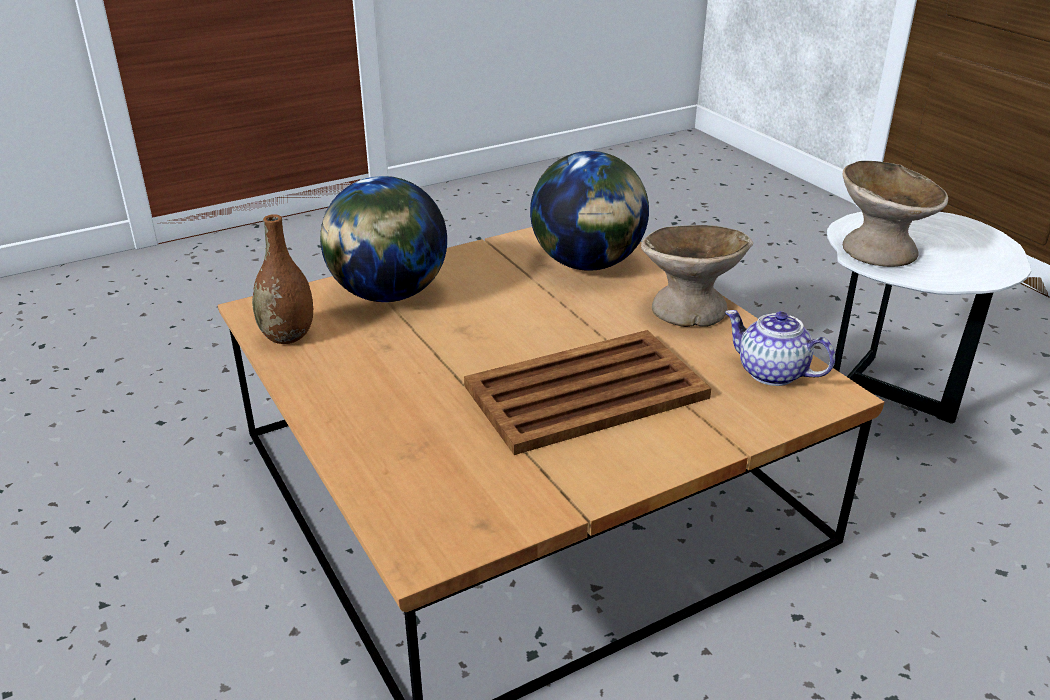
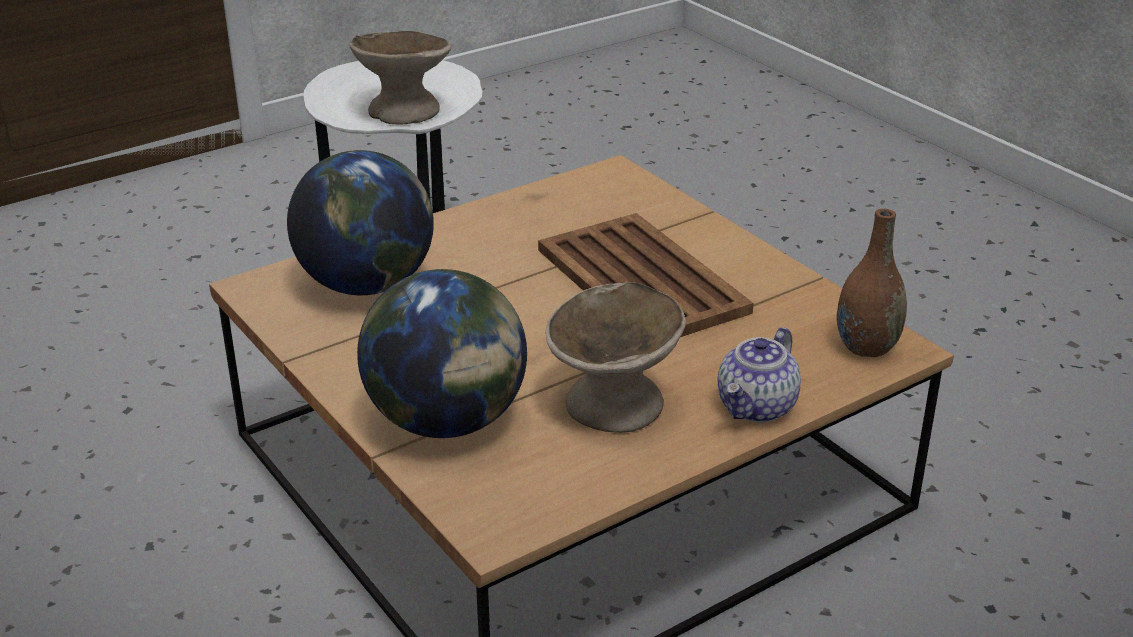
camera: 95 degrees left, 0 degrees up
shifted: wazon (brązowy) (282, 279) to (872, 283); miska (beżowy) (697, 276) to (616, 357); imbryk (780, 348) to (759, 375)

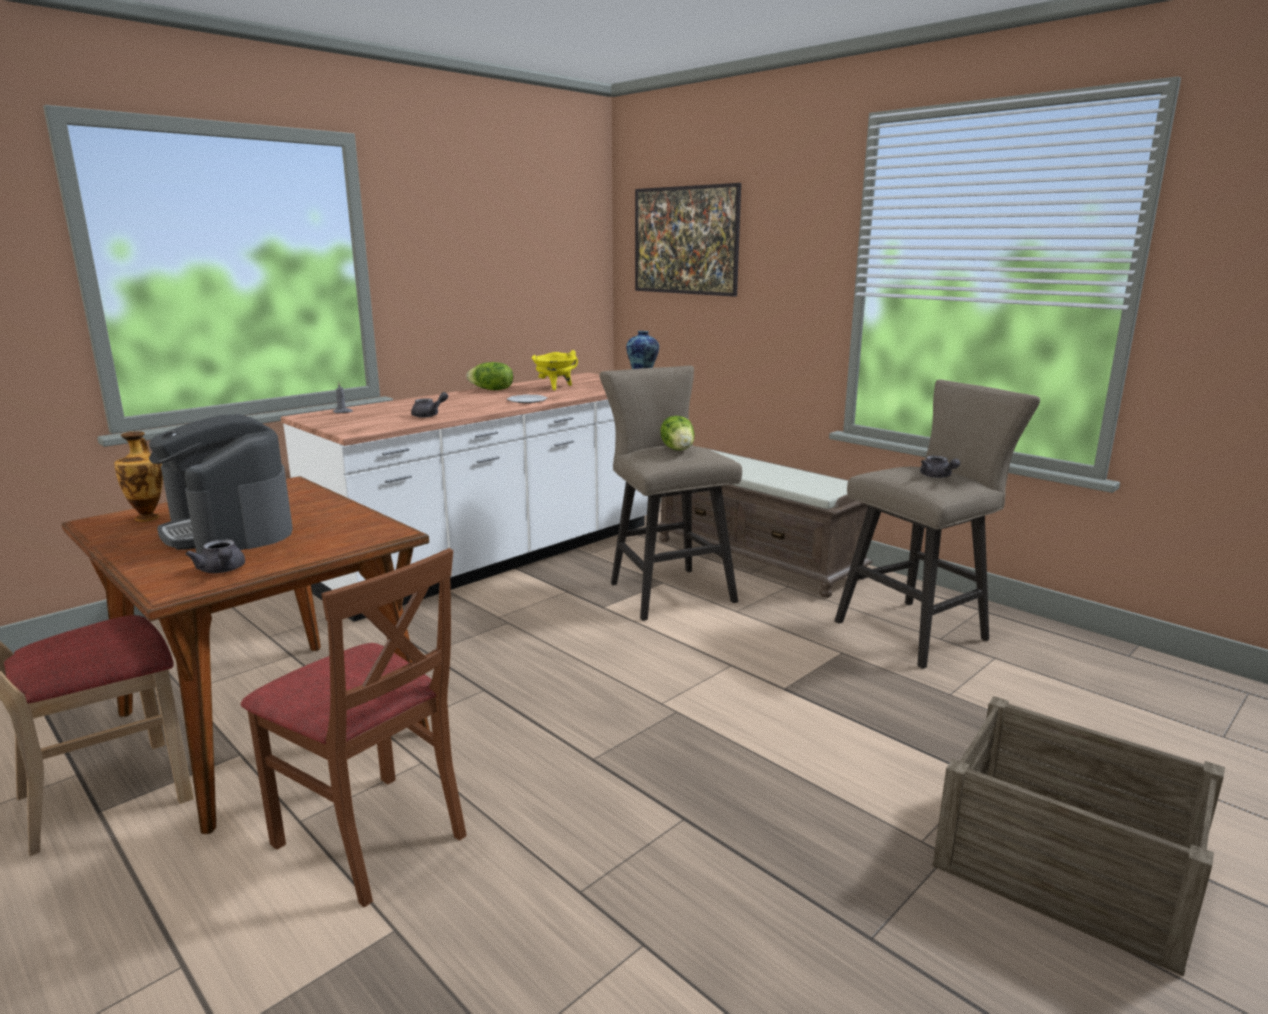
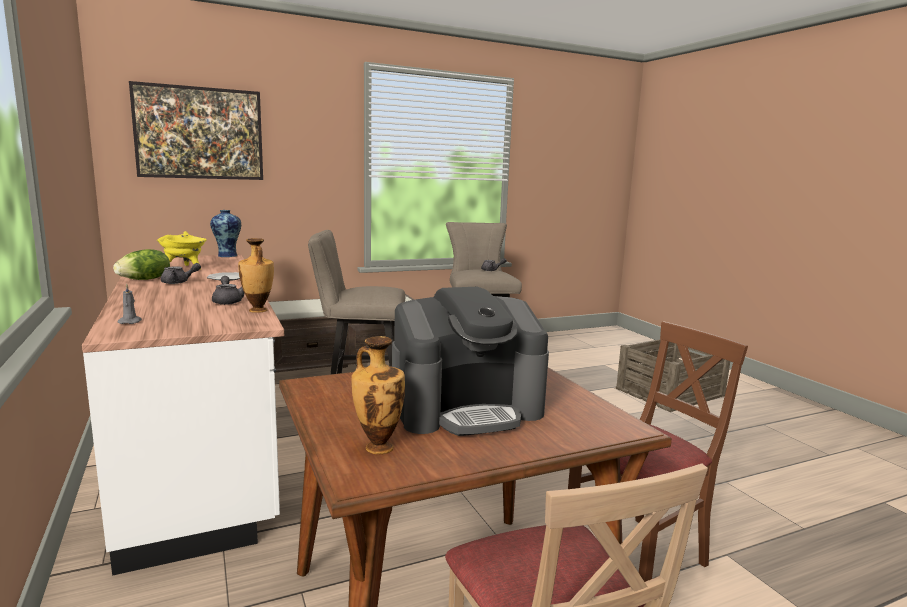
camera: 70 degrees left, 5 degrees down
gone: sałata (677, 433)
new: wazon (256, 275)
shifted: imbryk (szary) (215, 556) to (180, 273)

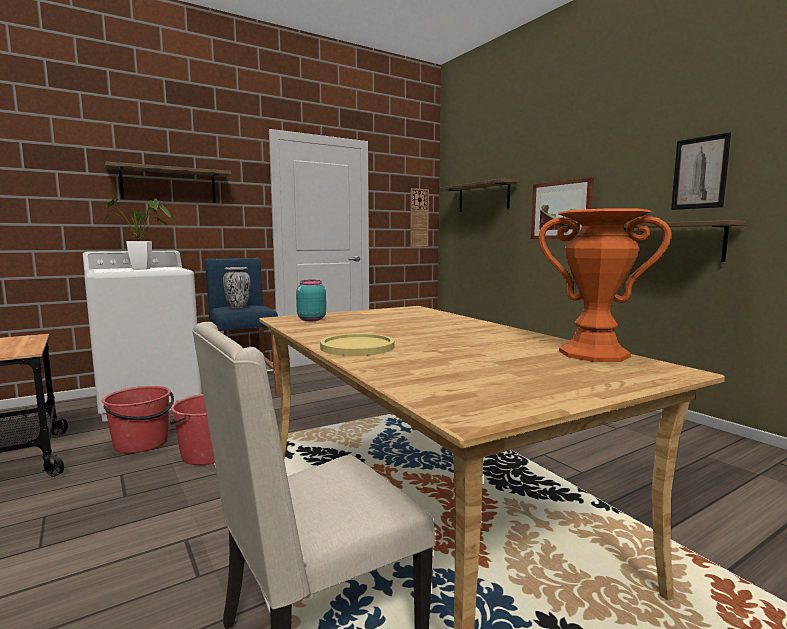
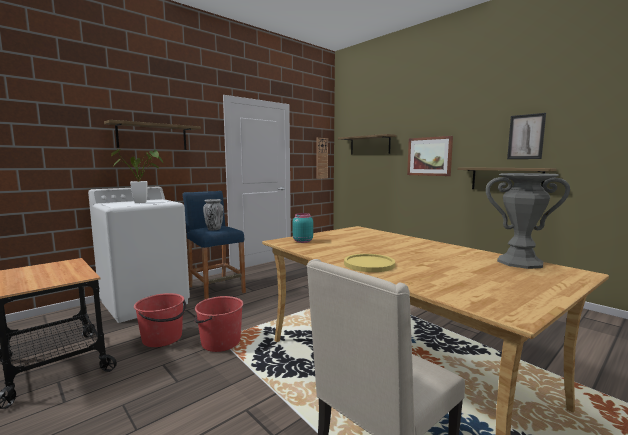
camera: 10 degrees left, 0 degrees up
repainted: wazon (pomarańczowy) (605, 285) to wazon (szary) (528, 221)

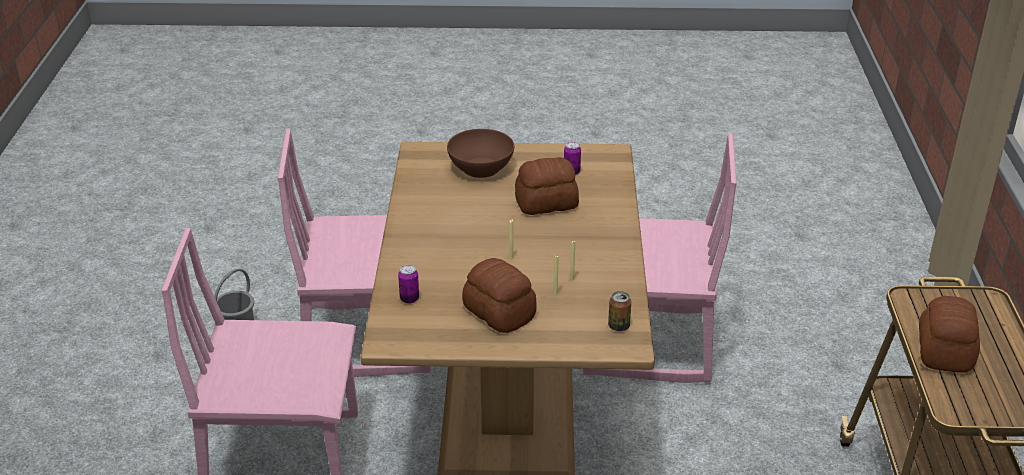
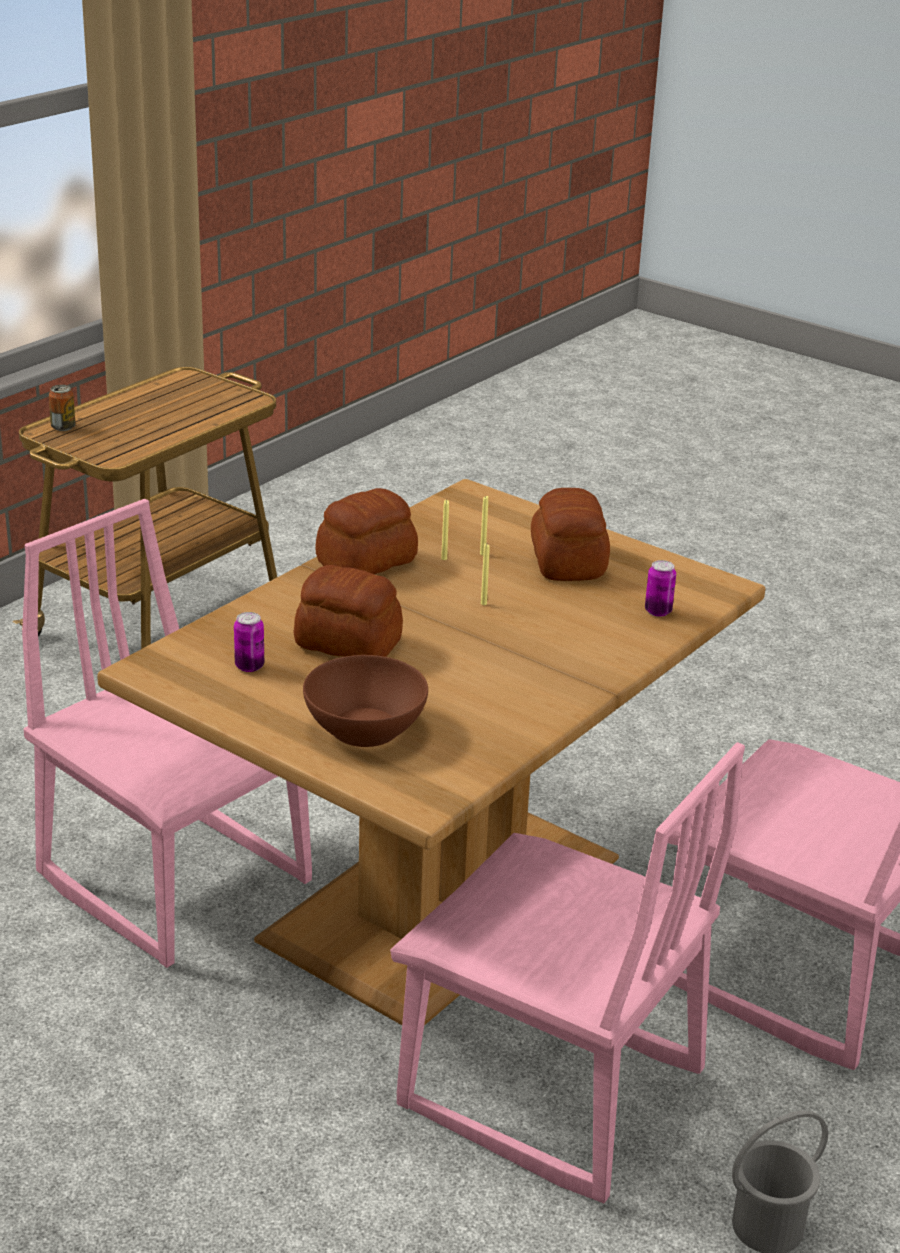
camera: 145 degrees left, 5 degrees down
shifted: puszka (619, 311) to (62, 408); chleb (949, 334) to (366, 531)

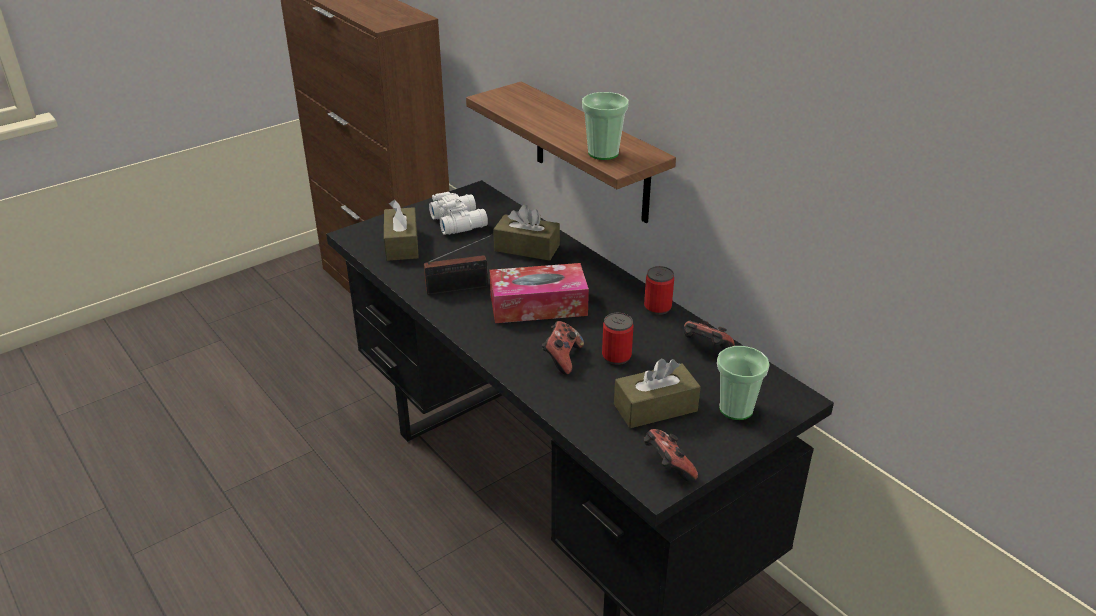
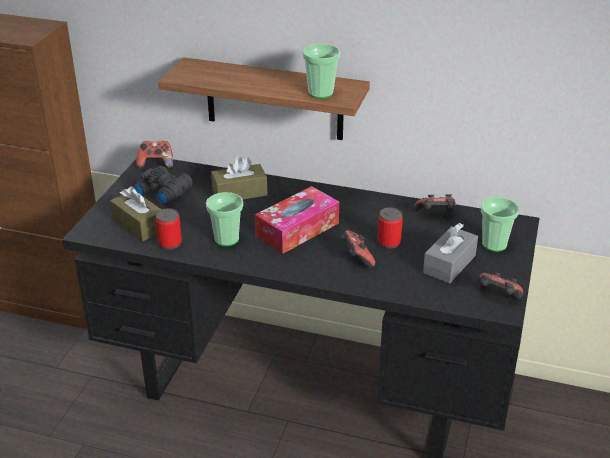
camera: 35 degrees left, 0 degrees up
new: pad do gier (154, 154)
shifted: puszka (659, 290) to (169, 229)
swapped: radio (458, 265) to filiżanka (224, 219)
repainted: lornetka (biały) (458, 213) to lornetka (czarny) (162, 185); pudełko chusteczek (brązowy) (657, 393) to pudełko chusteczek (szary) (450, 253)

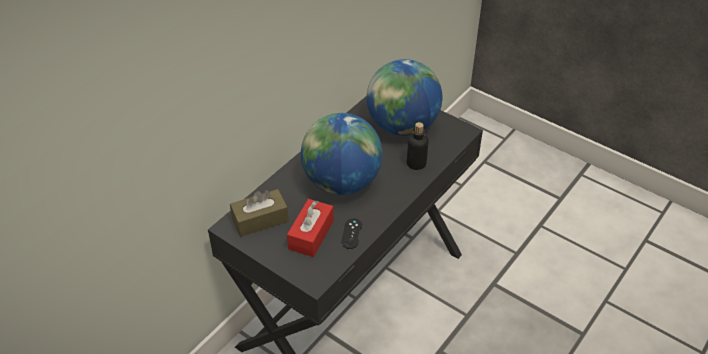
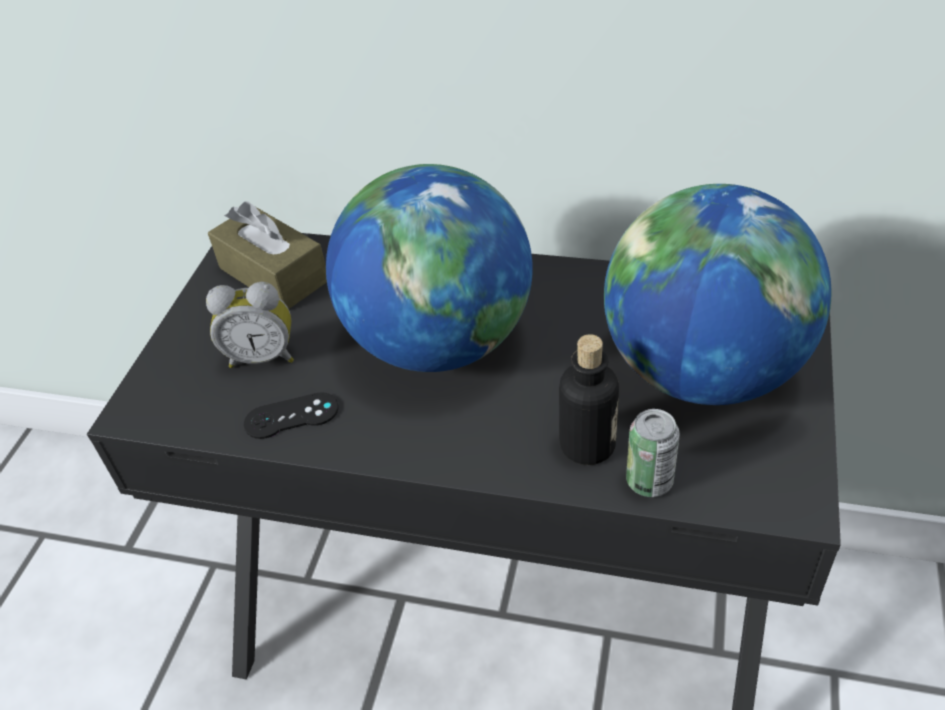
camera: 70 degrees right, 0 degrees up
new: puszka (653, 453)
swapped: pudełko chusteczek (czerwony) (310, 228) to budzik (250, 325)

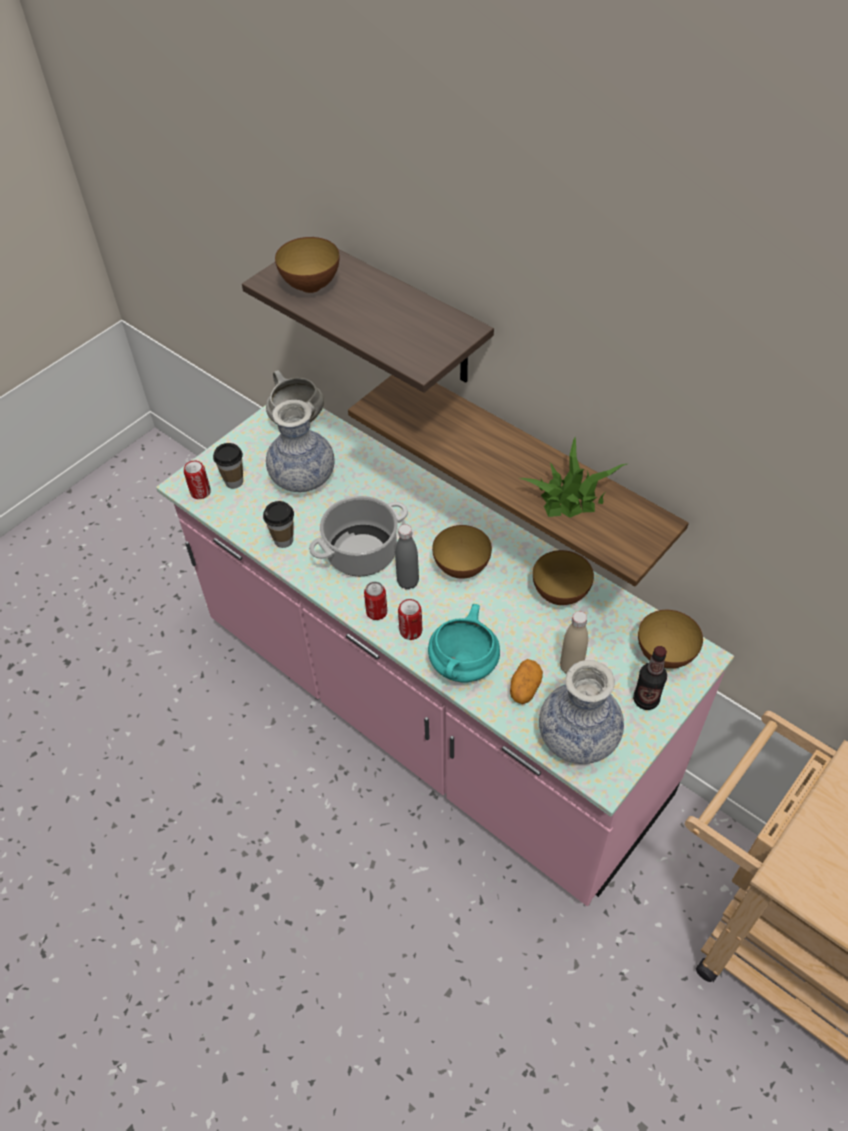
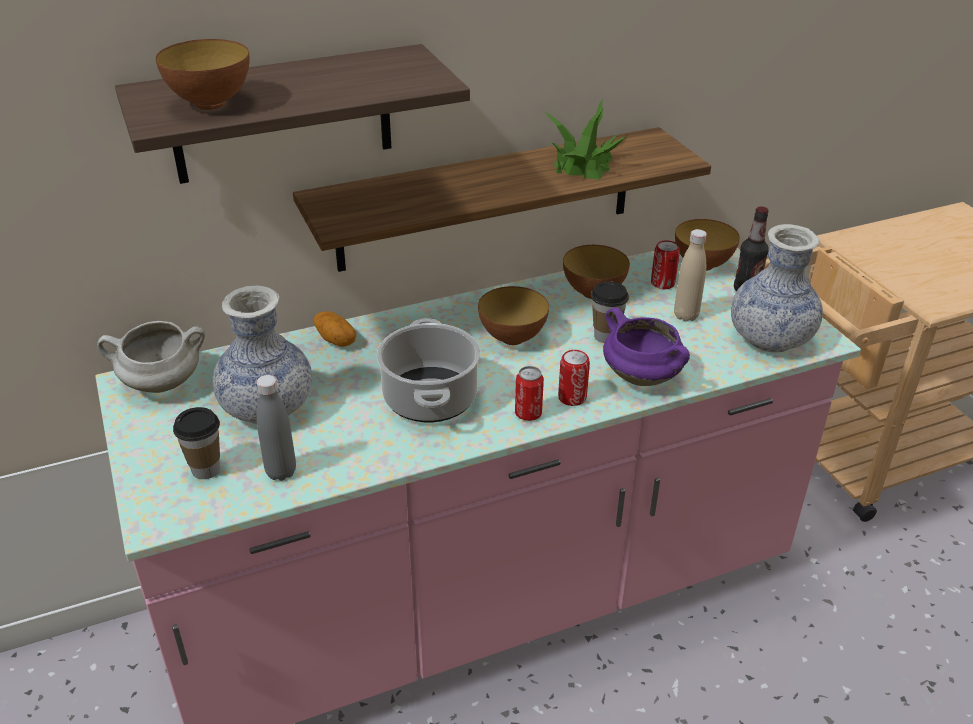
camera: 65 degrees left, 15 degrees down
shifted: puszka (197, 480) to (665, 264); filiżanka (278, 524) to (610, 312); butelka (szary) (407, 557) to (276, 428); ziemniak (526, 681) to (335, 329)
repainted: garnek (turkusowy) (464, 643) to garnek (fioletowy) (646, 346)

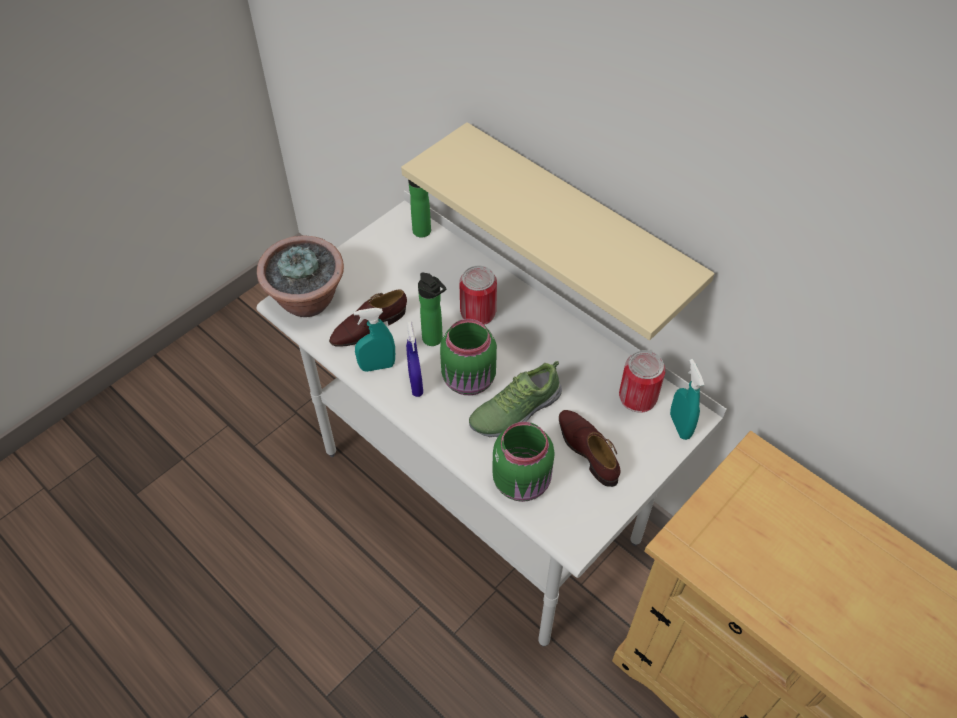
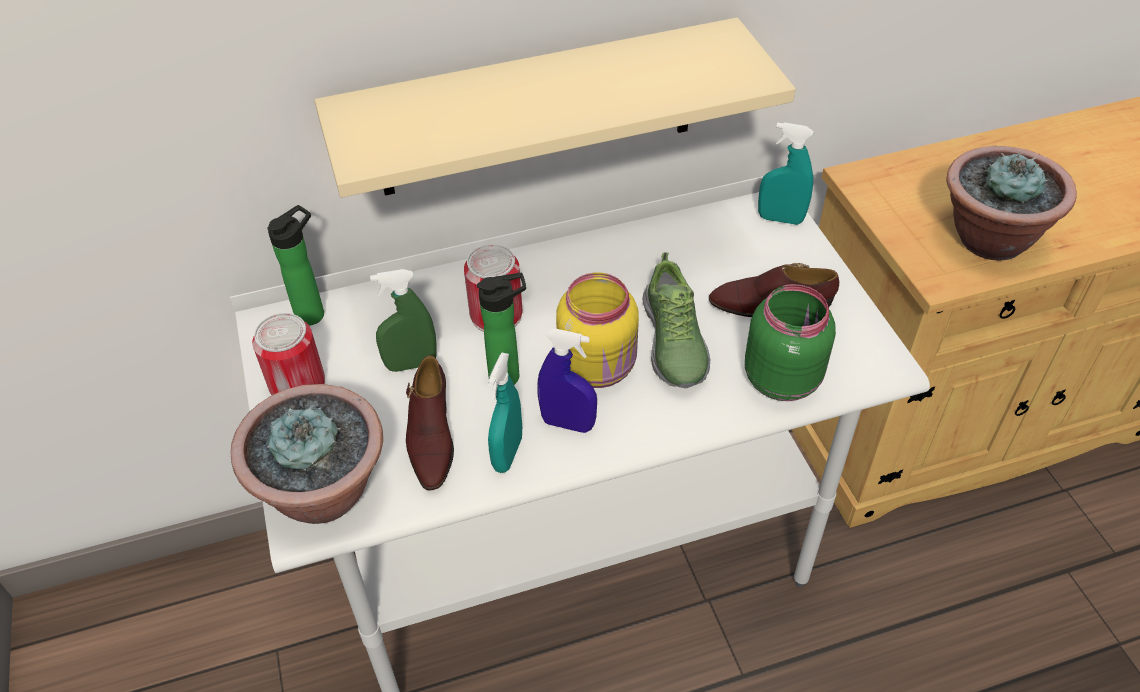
camera: 60 degrees left, 5 degrees down
new: roślina doniczkowa (1011, 203); spryskiwacz (zielony) (403, 320)
shifted: puszka (642, 381) to (288, 354)
repainted: słoik (zielony) (468, 357) to słoik (żółty) (597, 330)

